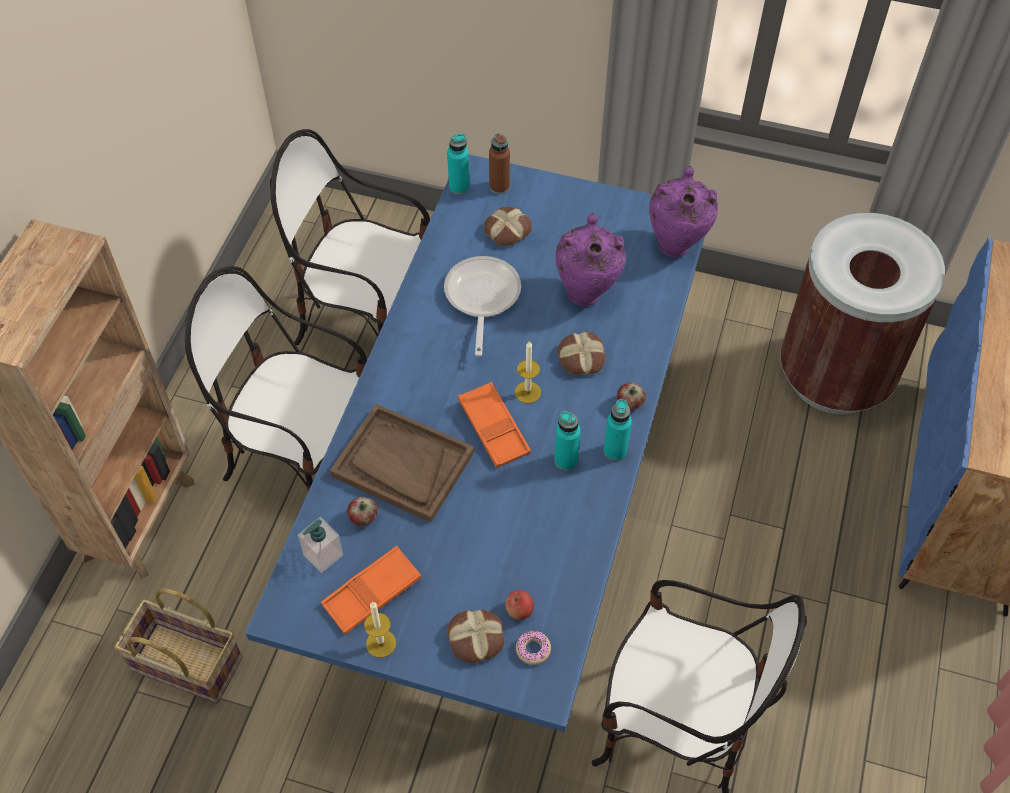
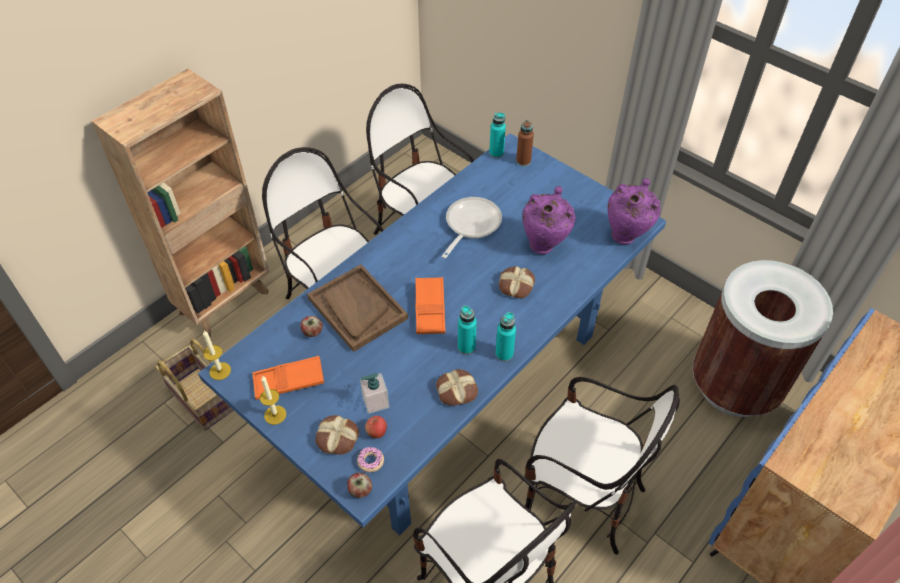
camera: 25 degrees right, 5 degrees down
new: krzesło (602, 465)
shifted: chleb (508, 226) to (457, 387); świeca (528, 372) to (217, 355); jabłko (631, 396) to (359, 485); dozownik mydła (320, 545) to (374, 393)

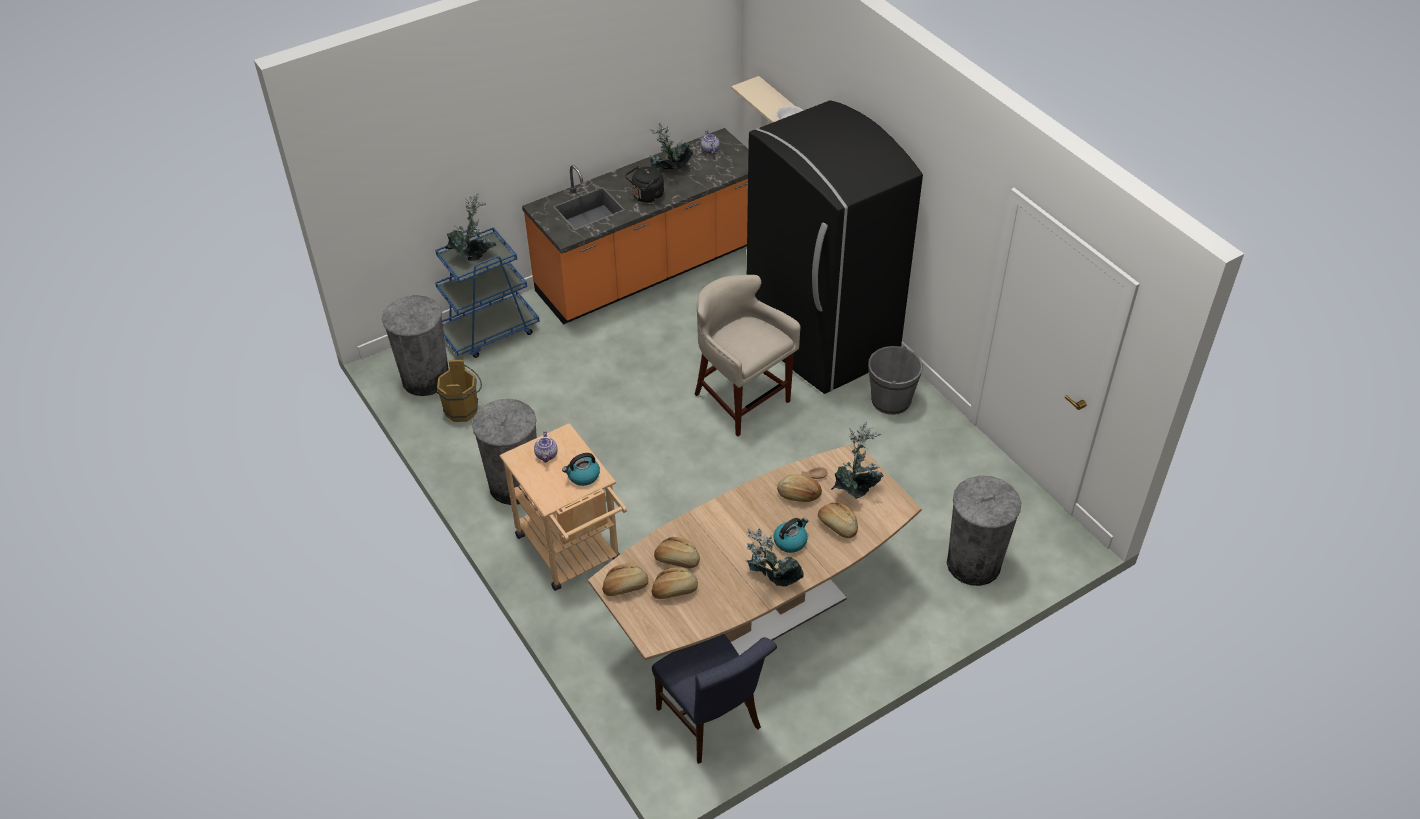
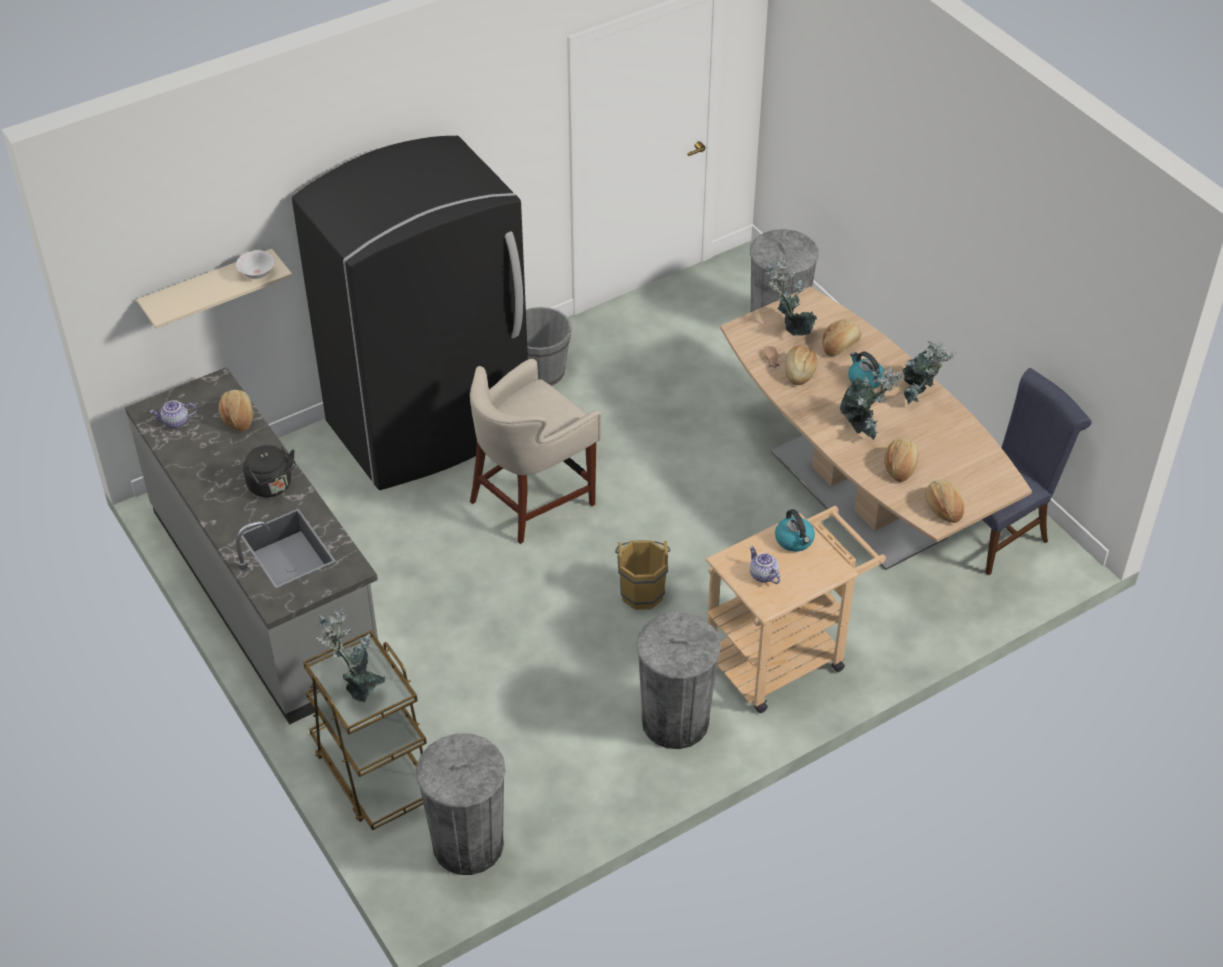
camera: 90 degrees left, 0 degrees up
shifted: roślina doniczkowa (670, 146) to (871, 403); wiadro (brązowy) (459, 391) to (643, 575); chleb (675, 583) to (236, 410)
repainted: zabudowa kuchenna (pomarańczowy) (635, 226) to zabudowa kuchenna (szary) (251, 546); wózek (niebieski) (487, 292) to wózek (brązowy) (365, 730)
rotated: imbryk (546, 446) = (765, 565) 120 degrees counterclockwise

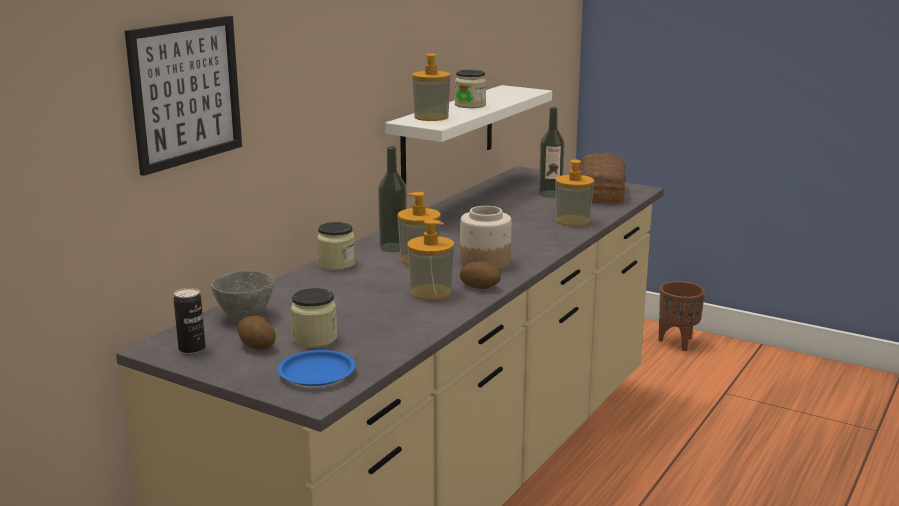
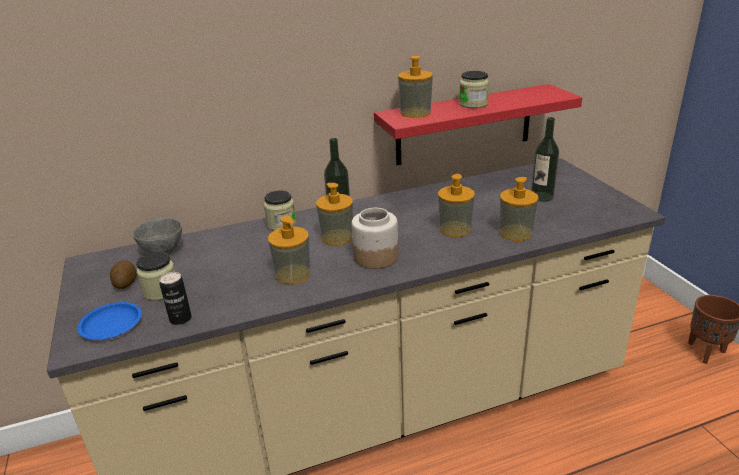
camera: 40 degrees right, 10 degrees up
gone: obraz (183, 96); chleb (602, 178); ziemniak (480, 275)
new: dozownik mydła (456, 205)
shifted: puszka (189, 321) to (175, 298)
repainted: półka (biały) (468, 134) to półka (czerwony) (478, 124)

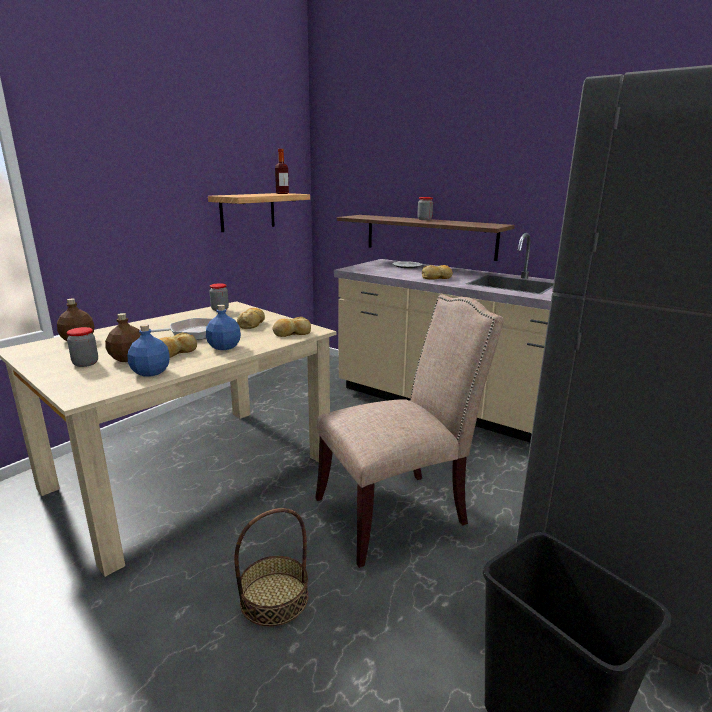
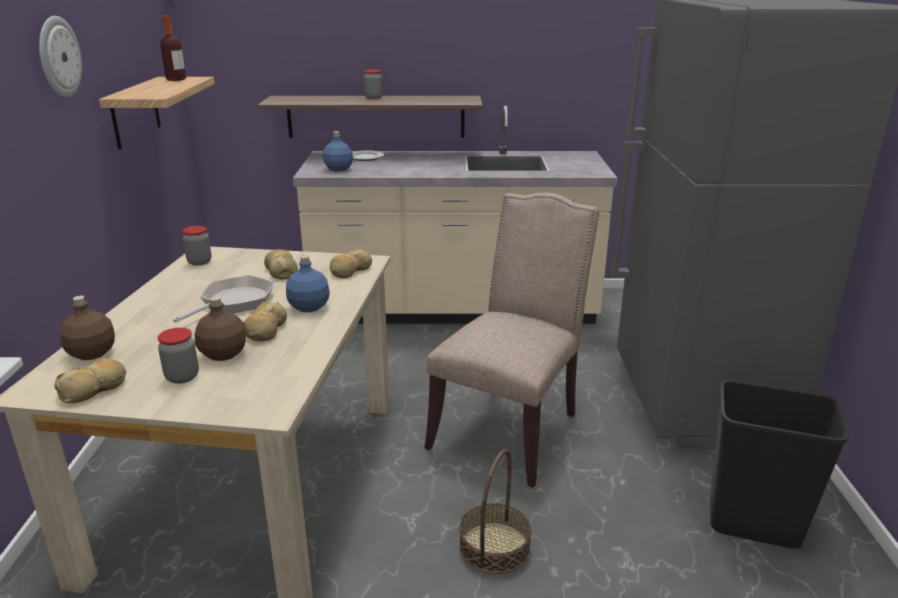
camera: 35 degrees left, 5 degrees up
new: zegar ścienny (60, 56)
shifted: chleb (437, 272) to (90, 380); butelka (niebieski) (149, 350) to (338, 151)

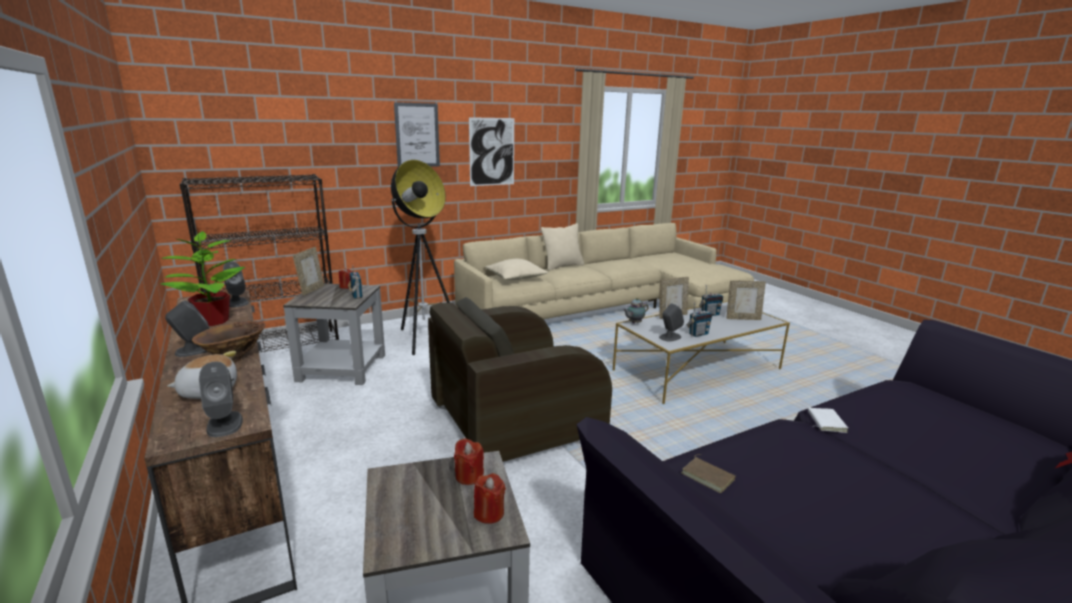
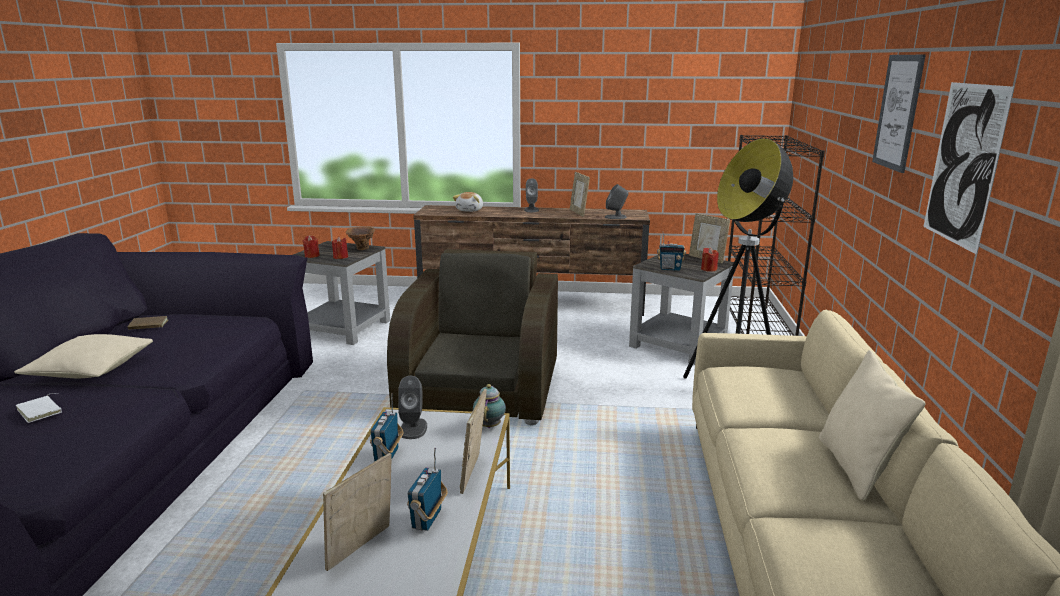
camera: 125 degrees right, 0 degrees up
gone: głośnik (szary) (221, 399)
shifted: poduszka (beżowy) (517, 269) to (83, 356); wazon (brązowy) (229, 342) to (360, 238); książka (biały) (828, 420) to (39, 408); książka (brązowy) (708, 473) to (148, 323)
swapped: roślina doniczkowa (203, 278) to ramka na zdjęcie (580, 194)

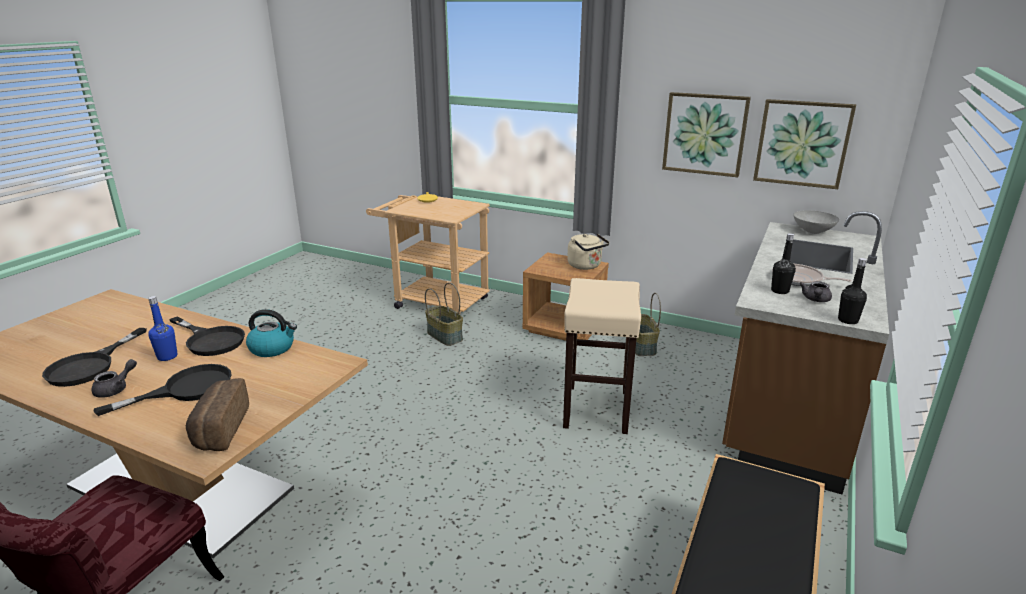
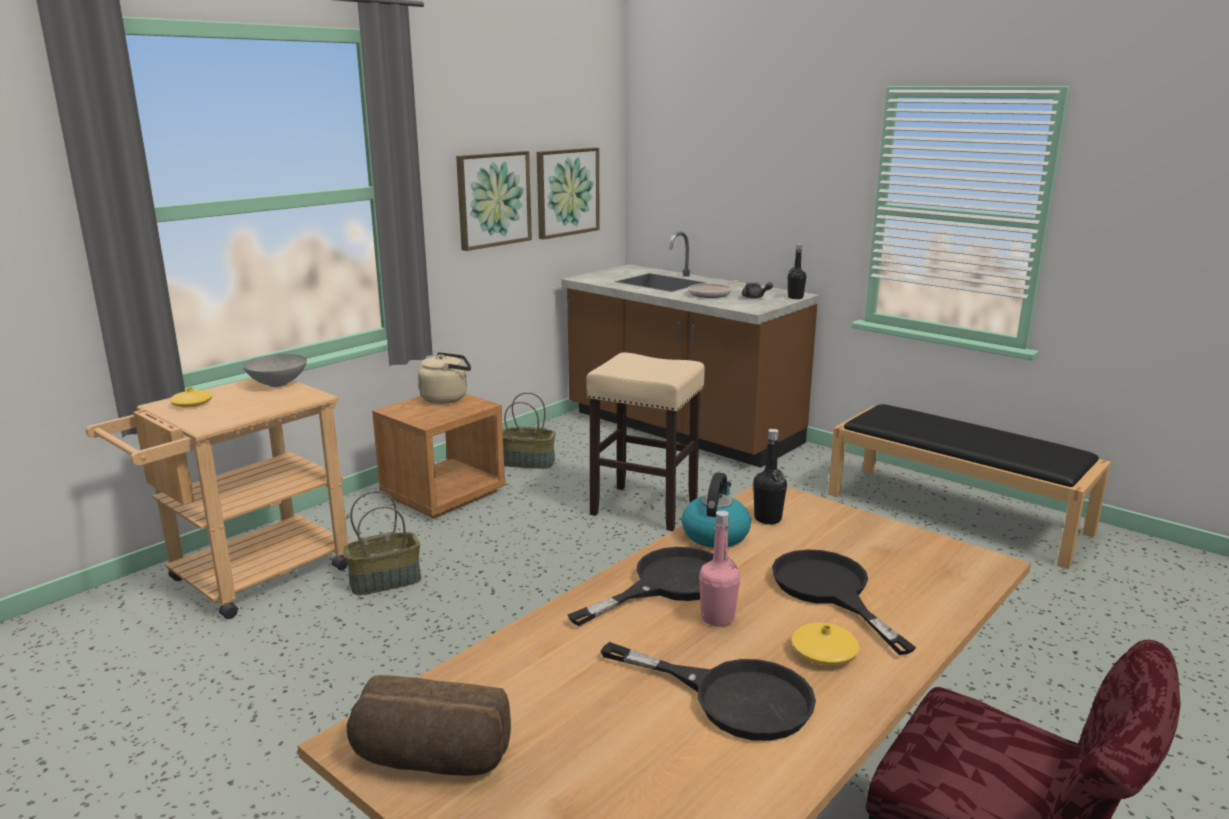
camera: 75 degrees left, 5 degrees down
shifted: miska (szary) (816, 222) to (275, 370); butelka (czarny) (783, 263) to (770, 476); chleb (217, 414) to (428, 725)
swapped: imbryk (szary) (114, 378) to wazon (żółty) (825, 644)
repainted: butelka (niebieski) (163, 328) to butelka (różowy) (719, 568)

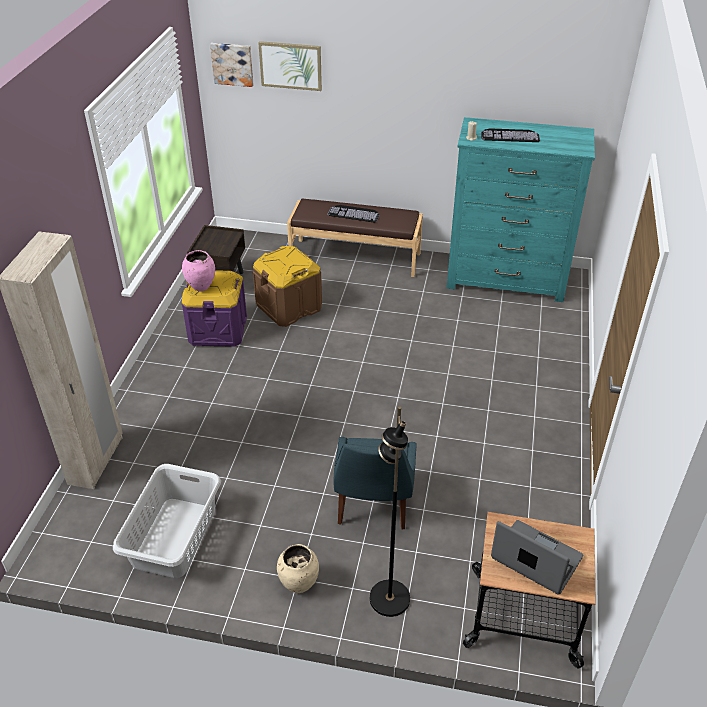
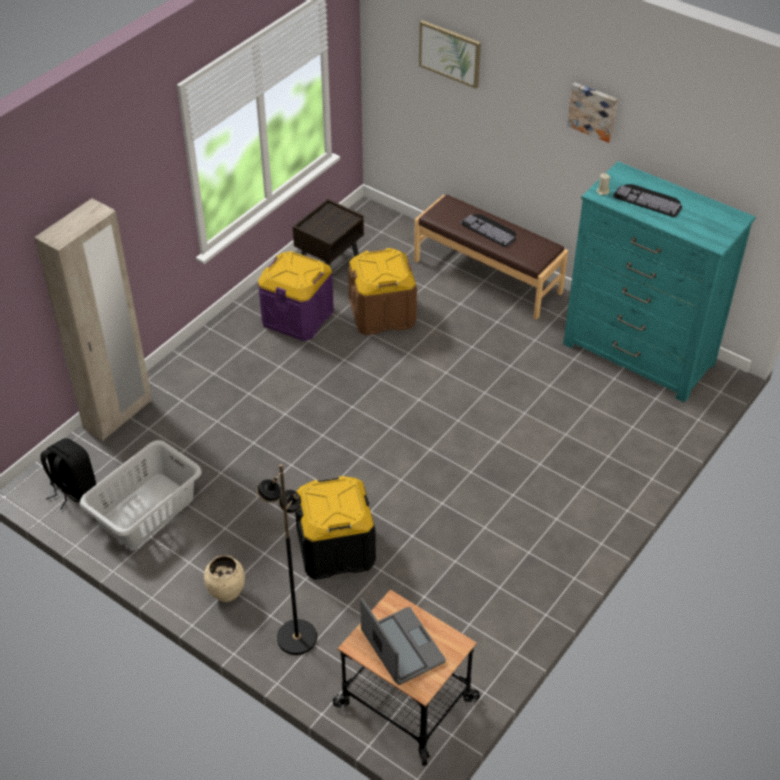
camera: 25 degrees right, 5 degrees up
gone: wazon (różowy) (198, 270)
new: plecak (czarny) (68, 474)
shifted: obraz (232, 65) to (592, 113)
swapped: krzesło (niebieski) (375, 483) to pojemnik do przechowywania (czarny) (335, 528)

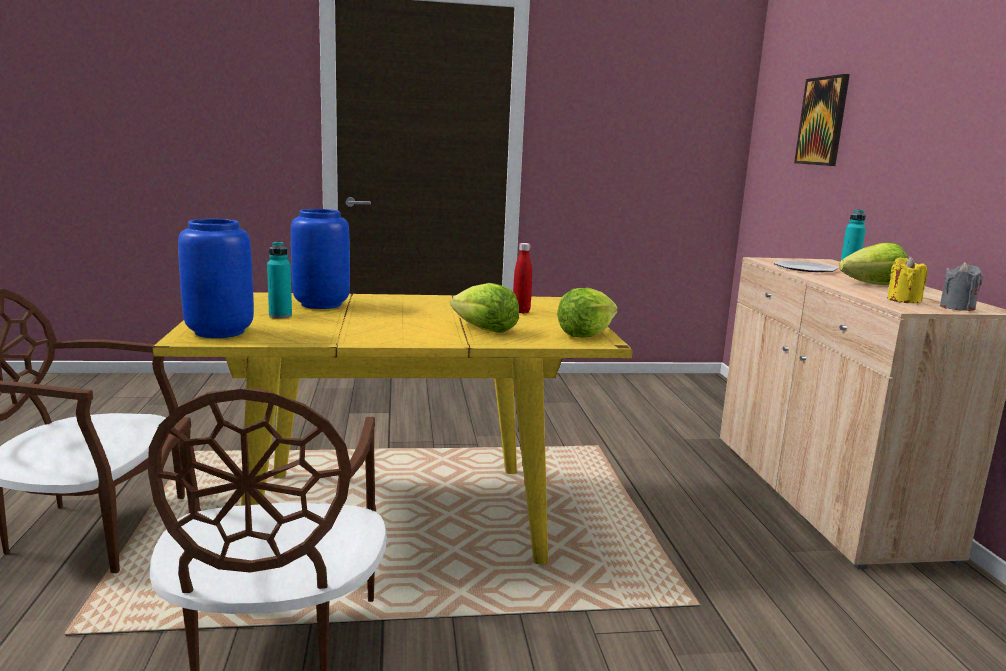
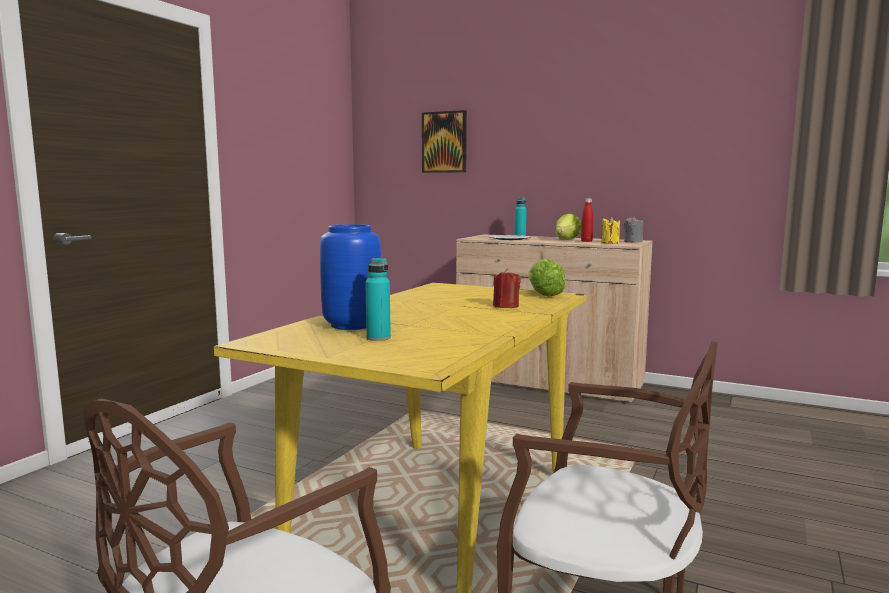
camera: 55 degrees left, 5 degrees down
gone: wazon (niebieski) (216, 278)
shifted: butelka (czerwony) (522, 278) to (587, 220)
swapped: sałata (484, 308) to świeca (czerwony) (507, 288)

